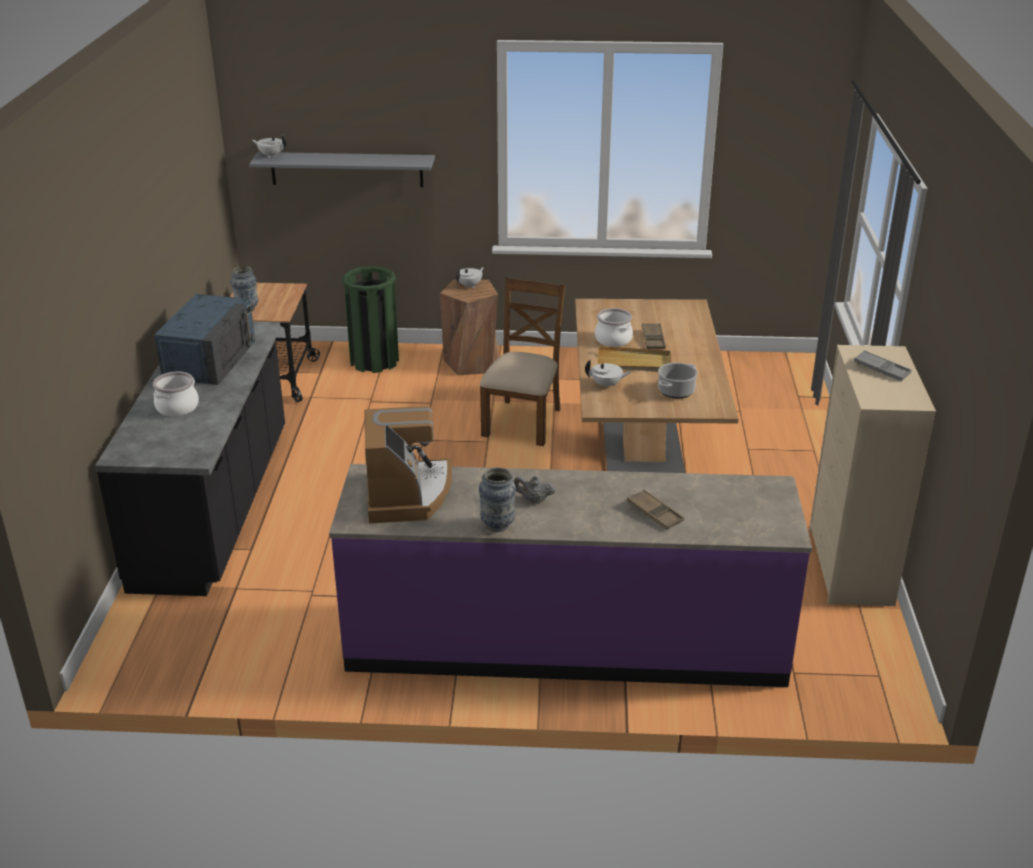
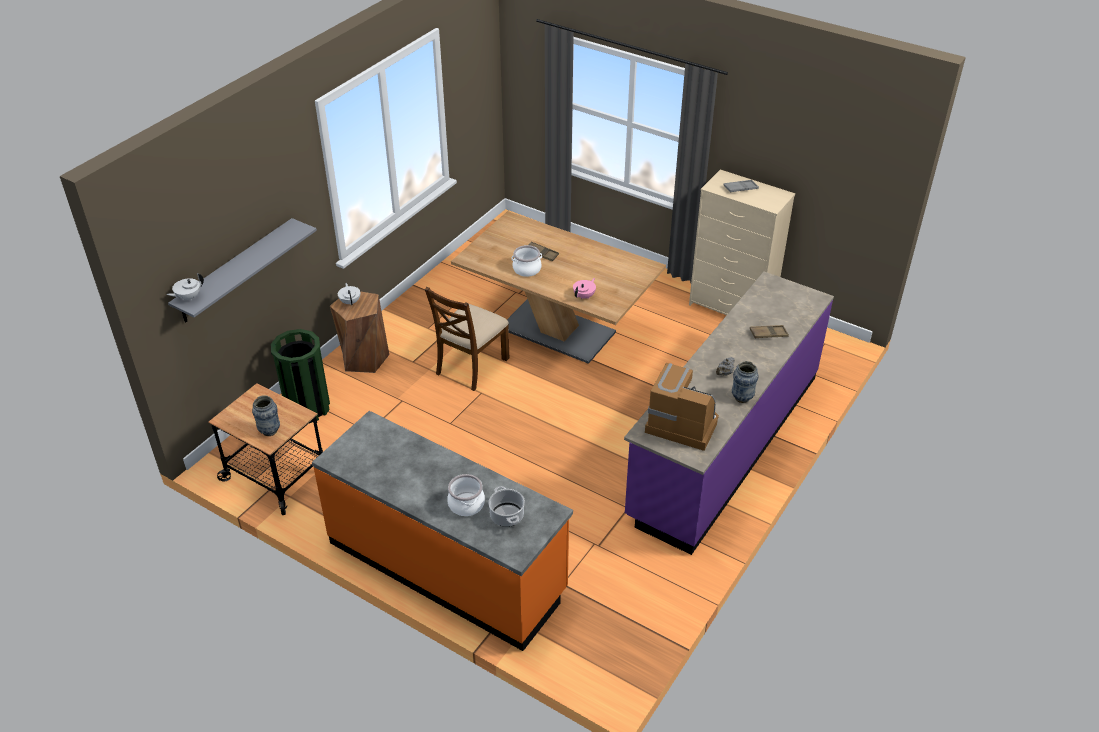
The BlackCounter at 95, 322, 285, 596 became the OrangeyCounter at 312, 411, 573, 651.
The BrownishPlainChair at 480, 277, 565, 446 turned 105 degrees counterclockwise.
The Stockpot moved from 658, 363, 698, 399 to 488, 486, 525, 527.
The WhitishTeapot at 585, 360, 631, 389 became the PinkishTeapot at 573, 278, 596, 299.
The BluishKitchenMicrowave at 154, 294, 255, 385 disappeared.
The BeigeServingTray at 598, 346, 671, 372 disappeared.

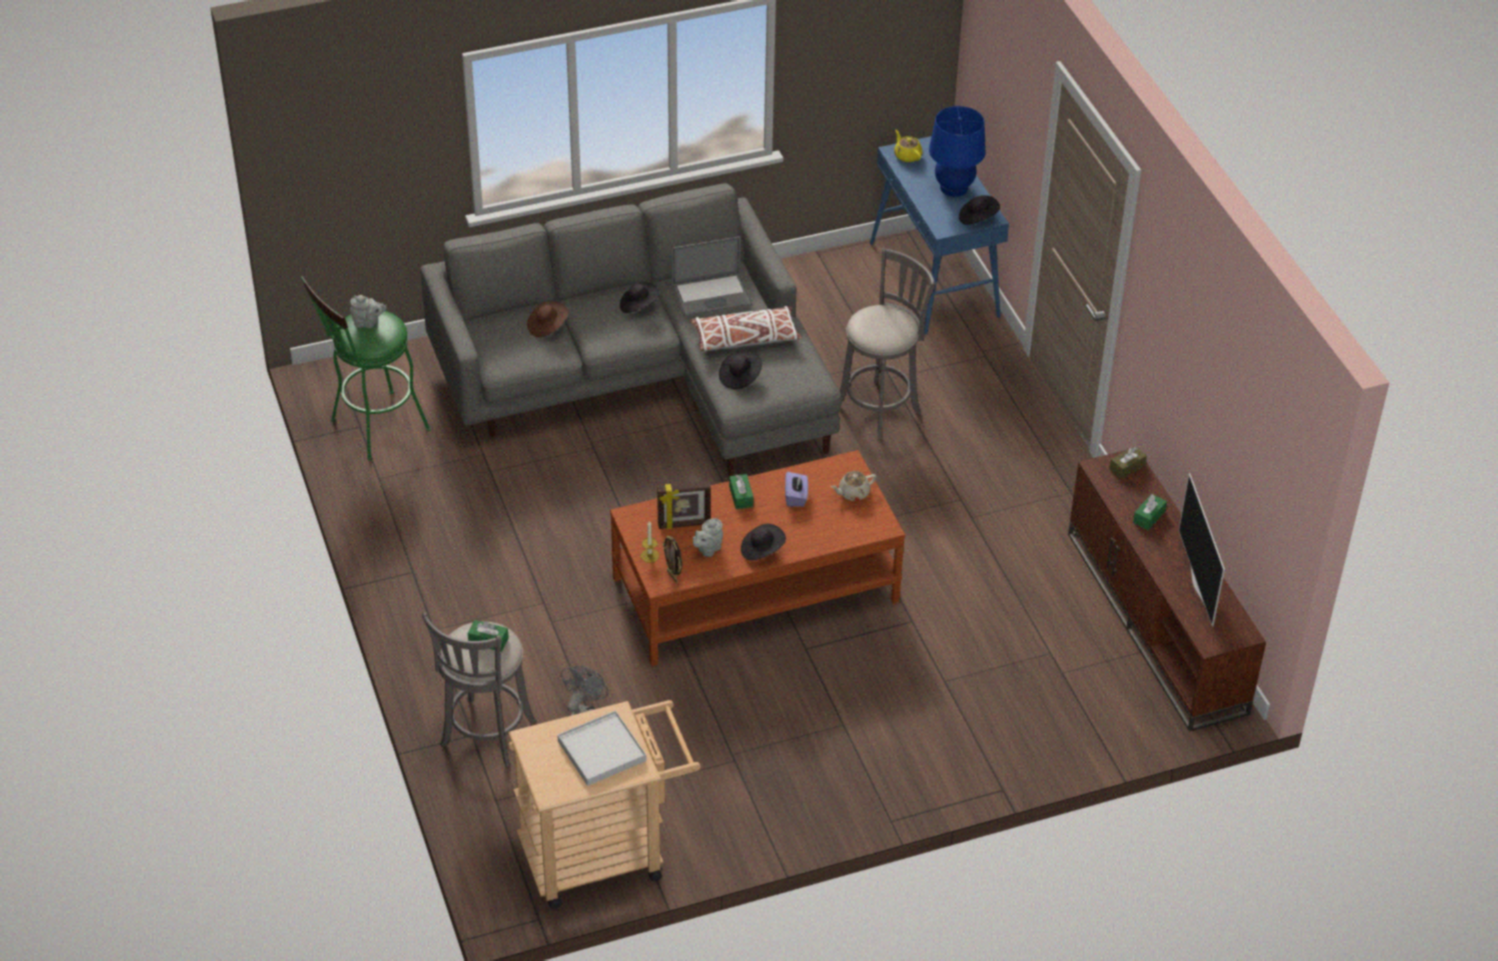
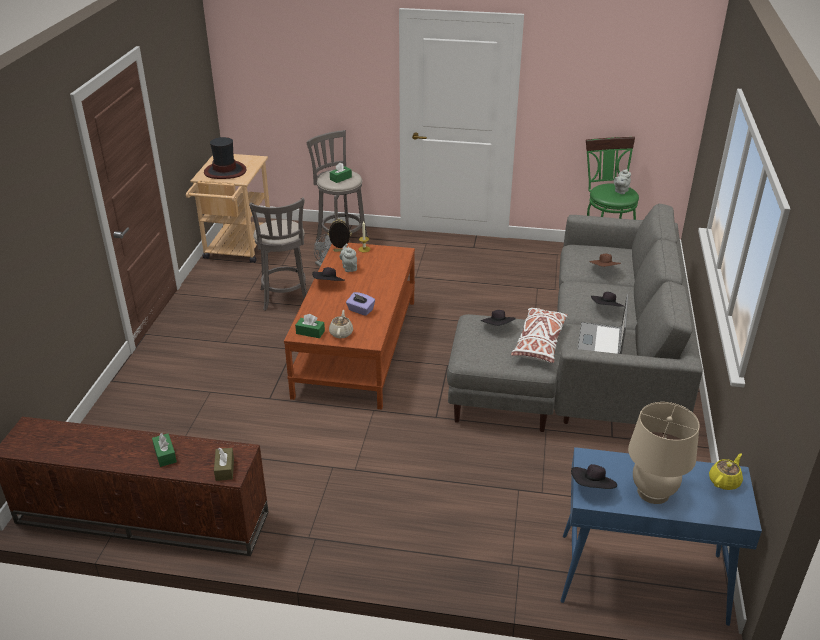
The WhitishServingTray at 557, 710, 646, 786 was replaced by the Hat at 204, 137, 247, 179.
The GreyishStoolSeat moved from 840, 248, 935, 440 to 249, 197, 307, 311.
The GreenColouredTissueHolder moved from 729, 474, 753, 509 to 295, 314, 325, 338.
The BluishLampForATable at 929, 106, 986, 197 became the BeigeLampForATable at 628, 402, 700, 504.
The YellowishTeapot at 894, 130, 922, 162 turned 45 degrees counterclockwise.
The PictureFrame at 657, 481, 711, 529 disappeared.
The TvSet at 1179, 473, 1225, 626 disappeared.

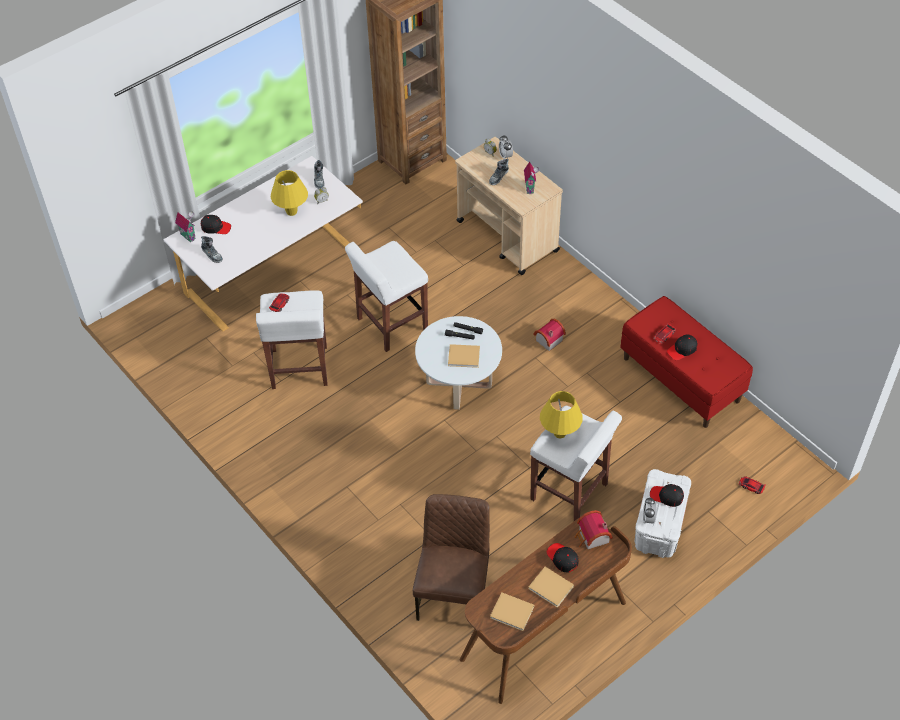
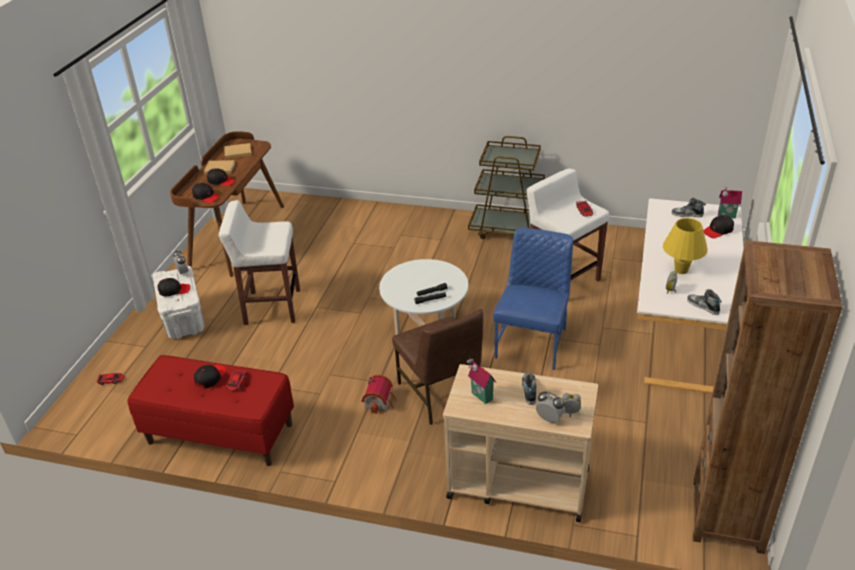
The MiniatureHouse at 575, 510, 613, 549 was replaced by the BlackPeakedCap at 192, 183, 220, 203.
The BrownishPlainChair moved from 413, 494, 490, 621 to 392, 309, 483, 425.
The BrownishTrolley at 468, 136, 545, 239 appeared.
The WhitishStoolSeat at 345, 241, 428, 352 was replaced by the BluishPlainChair at 493, 228, 573, 370.
The BeigeBook at 448, 344, 480, 368 disappeared.
The YellowishLampForATable at 540, 391, 583, 438 disappeared.

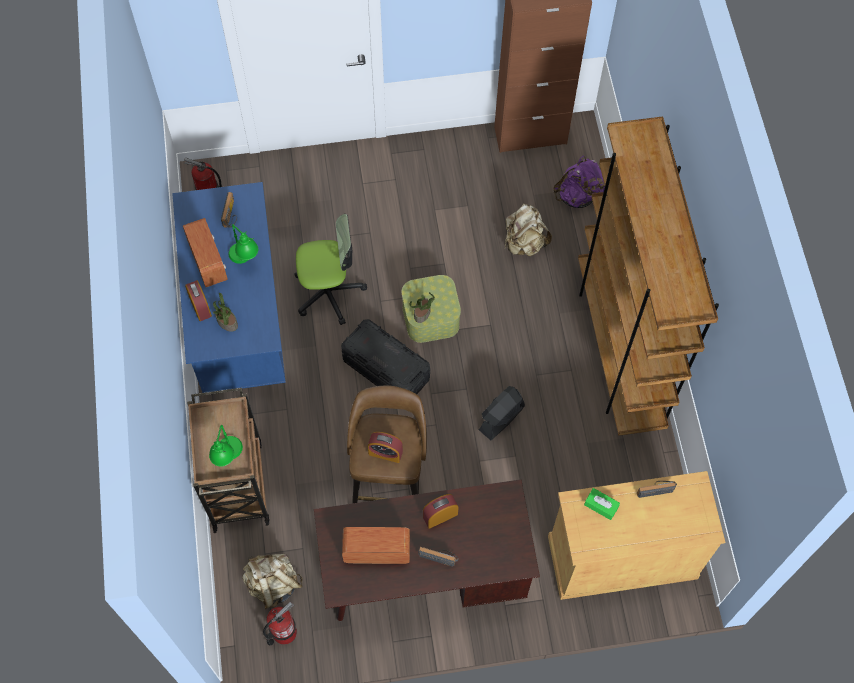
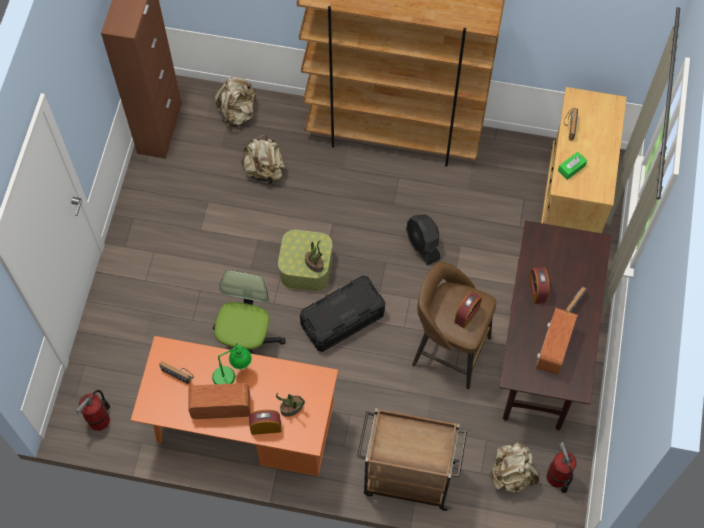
The BluishDesk at 172, 182, 286, 393 became the OrangeyDesk at 131, 336, 338, 476.
The PurplishKnapsack at 553, 156, 605, 208 became the BeigeKnapsack at 214, 77, 257, 130.
The GreenColouredLampForATable at 209, 425, 243, 467 disappeared.

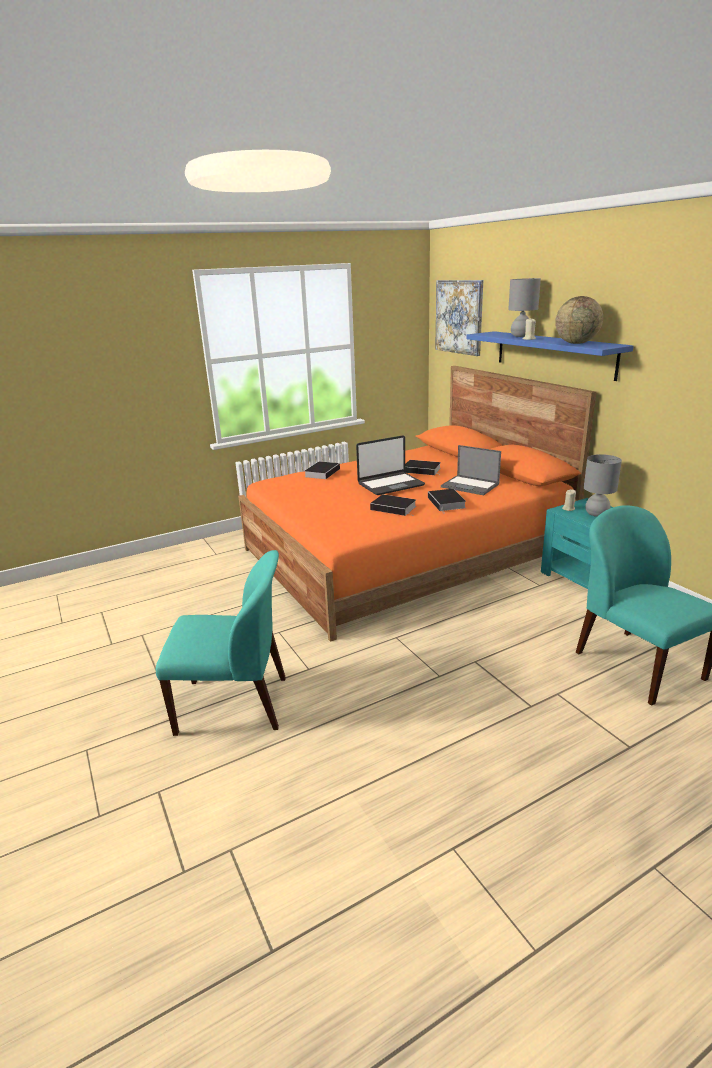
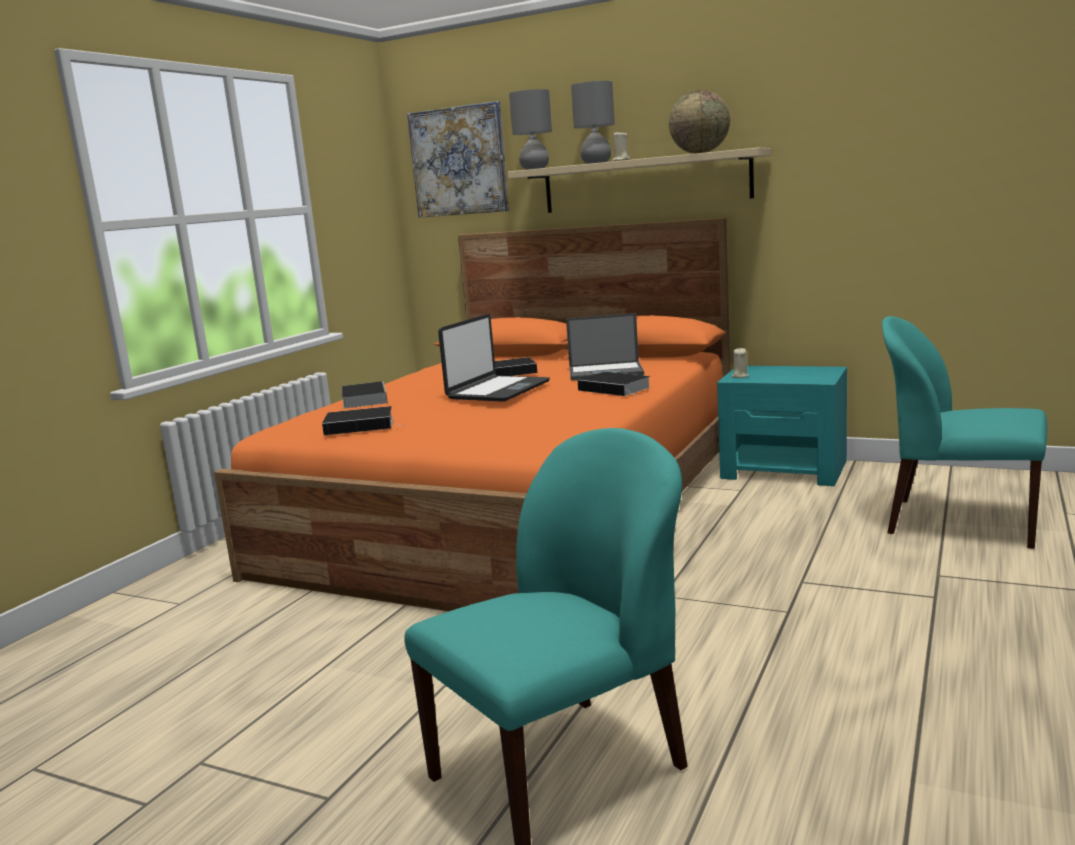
The Book moved from 370, 494, 416, 516 to 322, 406, 404, 435.
The BluishBracketShelf at 466, 331, 633, 381 became the BeigeBracketShelf at 508, 148, 771, 213.
The GreyishLampForATable moved from 584, 454, 622, 517 to 509, 89, 552, 170.

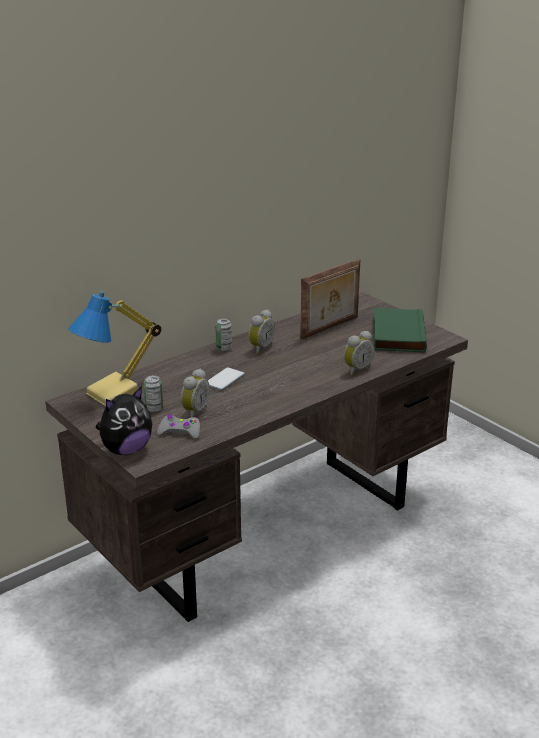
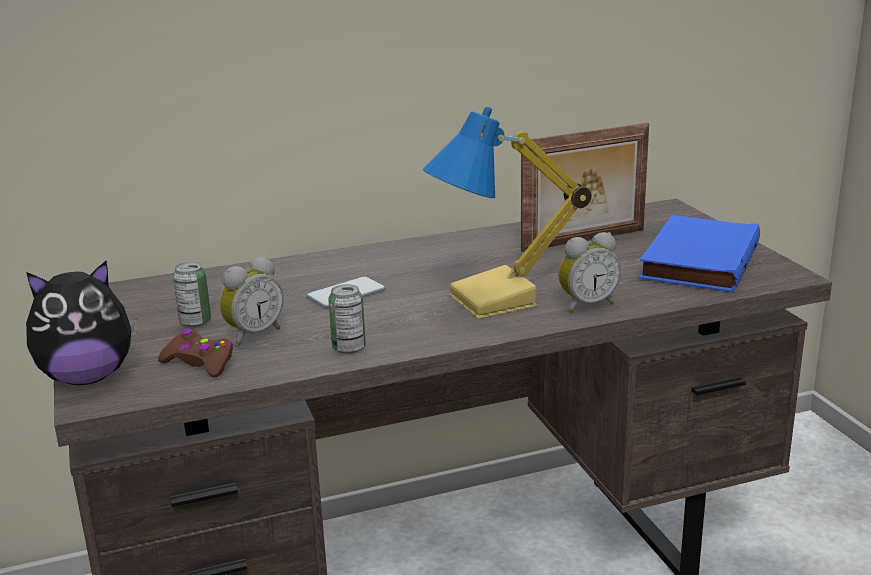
The GreyishGameController at 157, 415, 200, 439 became the BrownishGameController at 158, 329, 234, 377.
The SealedCan moved from 215, 318, 232, 351 to 328, 284, 366, 354.
The LampForATable moved from 68, 292, 161, 406 to 423, 106, 592, 319.
The GreenColouredBook at 374, 308, 427, 353 became the BluishBook at 639, 215, 760, 293.
The TableClock at 248, 310, 275, 354 disappeared.

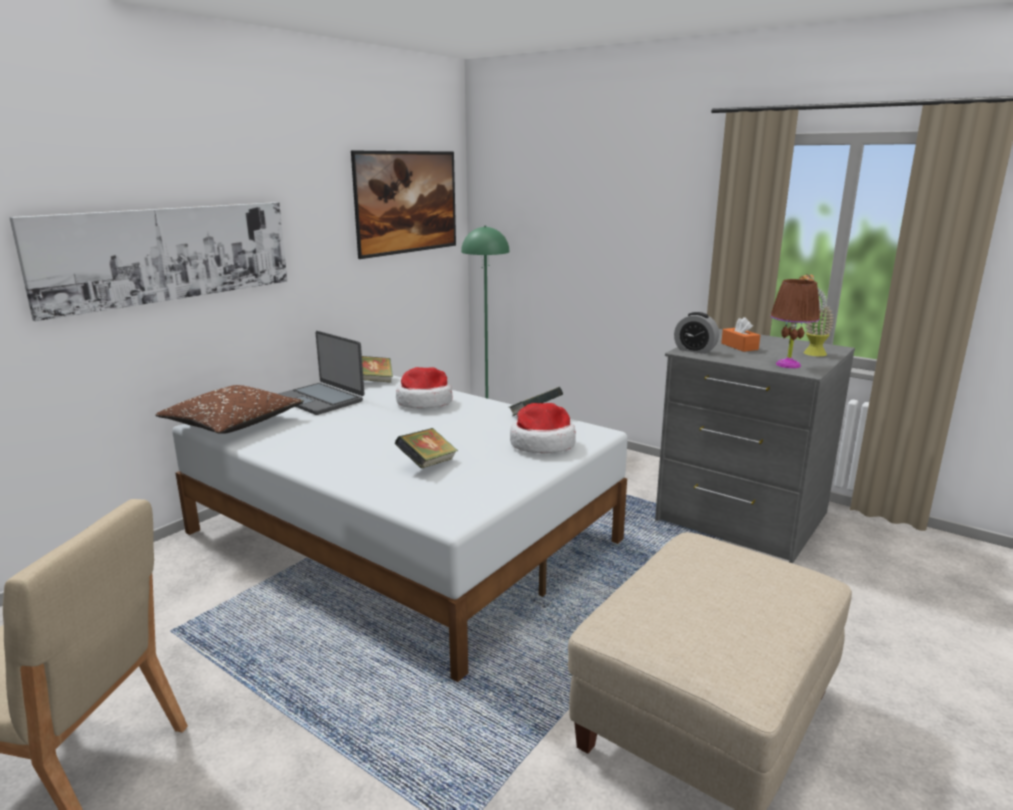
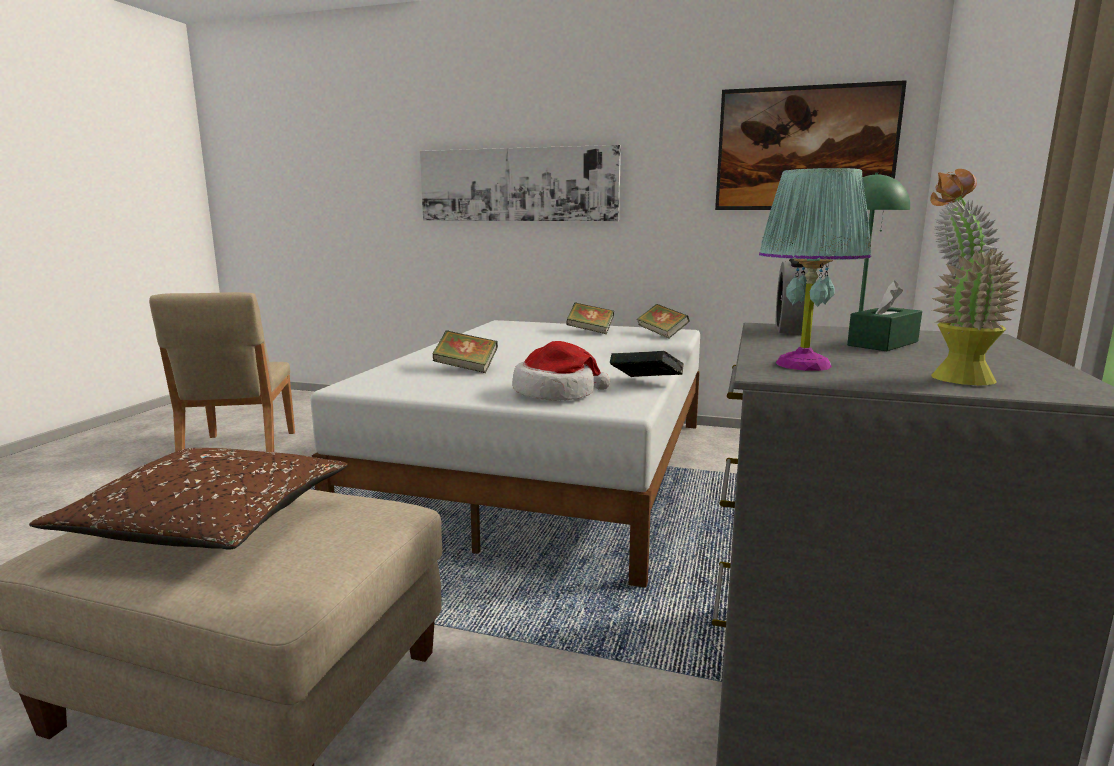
The BrownishThrowPillow moved from 155, 385, 304, 434 to 29, 448, 348, 550.
The Laptop at 278, 331, 364, 415 was replaced by the Book at 566, 302, 614, 334.
The BrownishLampForATable at 770, 279, 820, 368 became the TurquoiseLampForATable at 759, 168, 871, 371.
The OrangeyTissueHolder at 721, 317, 760, 352 became the GreenColouredTissueHolder at 847, 281, 922, 351.
The Hat at 396, 367, 452, 409 disappeared.

